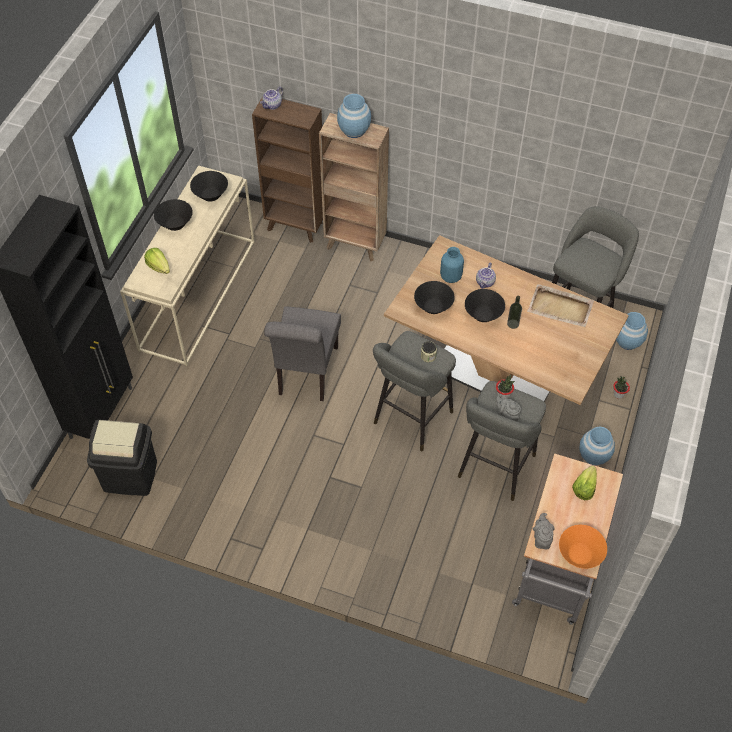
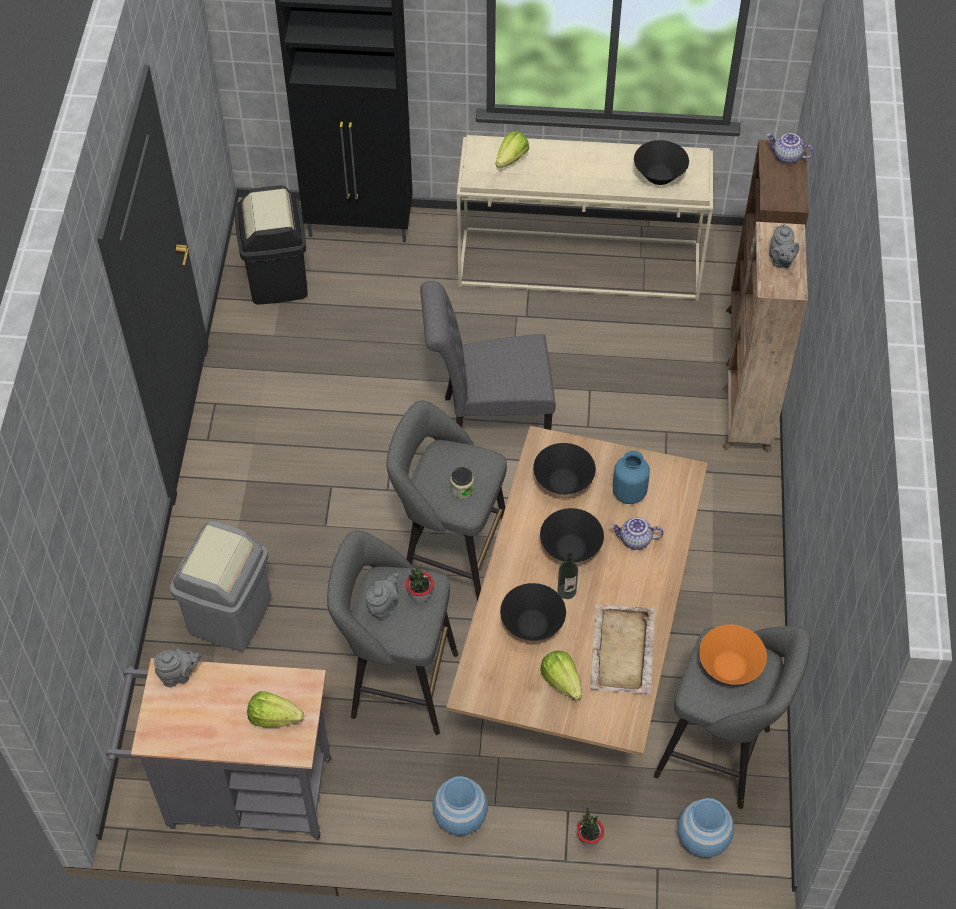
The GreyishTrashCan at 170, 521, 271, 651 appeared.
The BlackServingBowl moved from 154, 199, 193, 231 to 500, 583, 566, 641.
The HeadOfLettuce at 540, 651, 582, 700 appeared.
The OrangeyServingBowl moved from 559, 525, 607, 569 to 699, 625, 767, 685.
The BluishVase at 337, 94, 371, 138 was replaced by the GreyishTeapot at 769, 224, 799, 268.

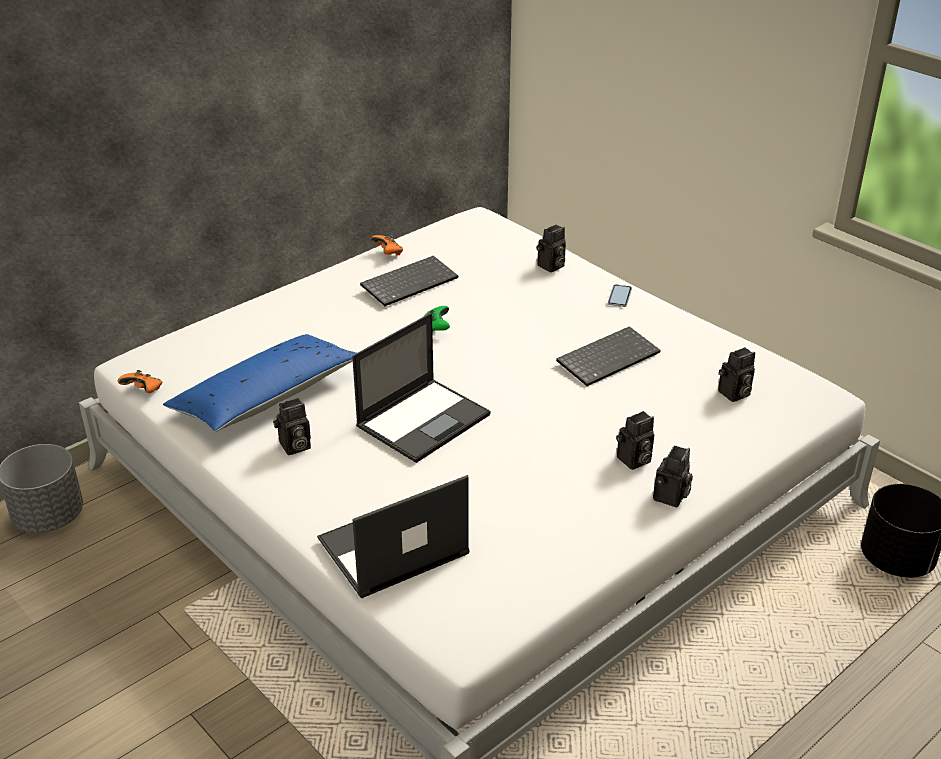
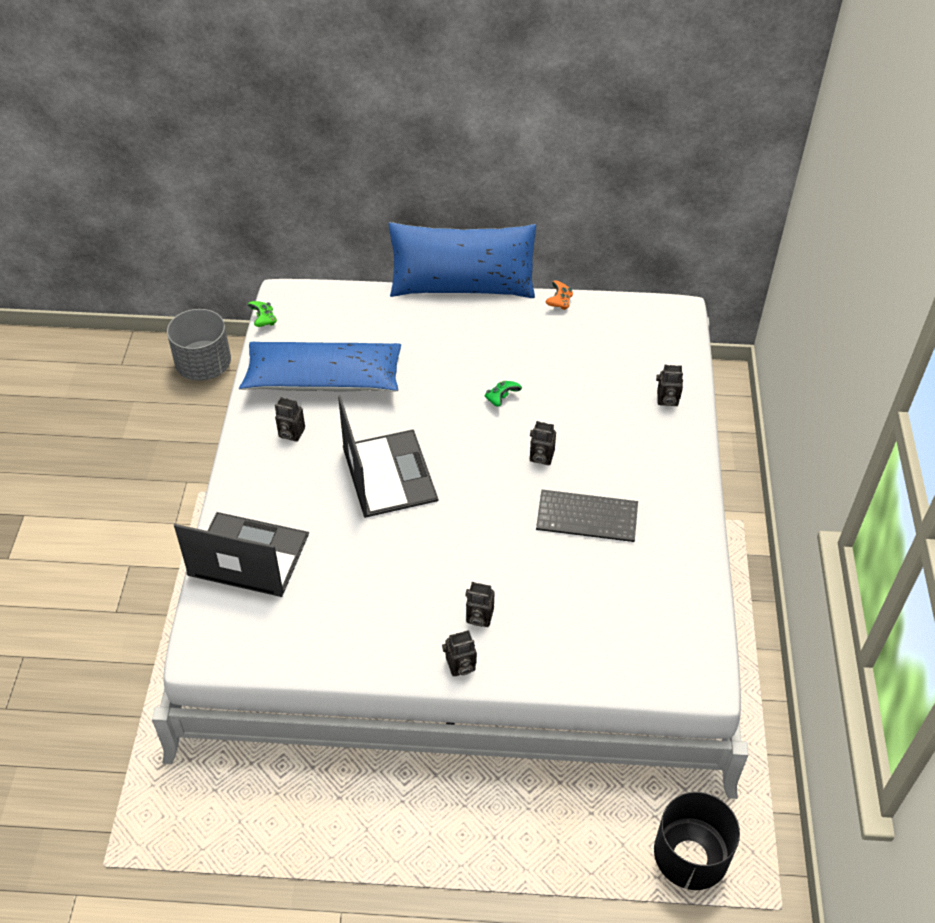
The OrangeyGameController at 118, 370, 162, 393 became the GreenColouredGameController at 248, 301, 277, 327.
The Laptop at 352, 313, 491, 463 turned 105 degrees counterclockwise.
The BluishThrowPillow at 389, 222, 536, 298 appeared.
The PhotoCamera moved from 718, 347, 755, 402 to 530, 421, 556, 465.
The ComputerKeyboard at 360, 256, 458, 306 disappeared.
The Handset at 608, 284, 632, 307 disappeared.

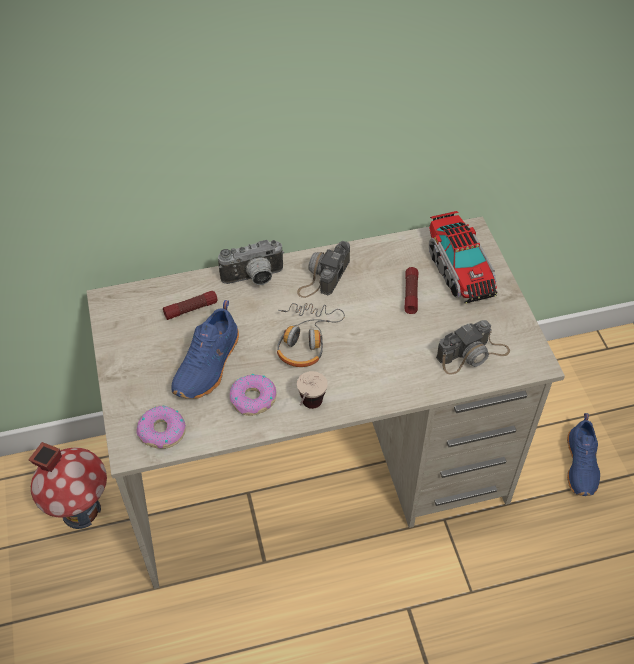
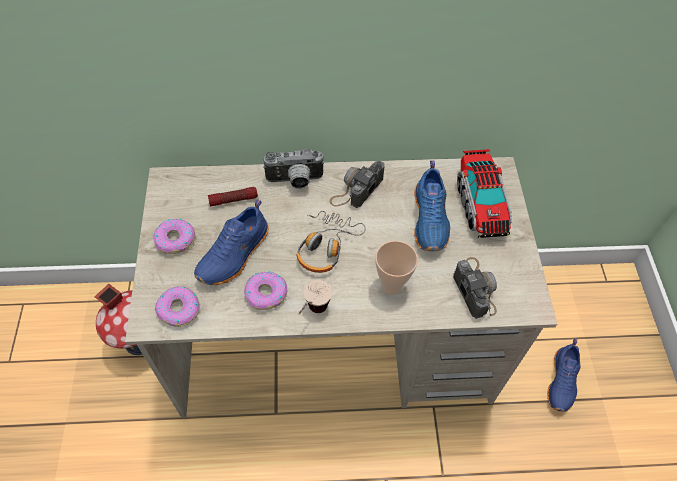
The Donut at 153, 219, 195, 254 appeared.
The Cup at 375, 241, 418, 295 appeared.
The Flashlight at 405, 267, 418, 314 was replaced by the BluishLowShoe at 414, 160, 450, 251.
The PhotoCamera at 436, 320, 510, 375 turned 90 degrees counterclockwise.

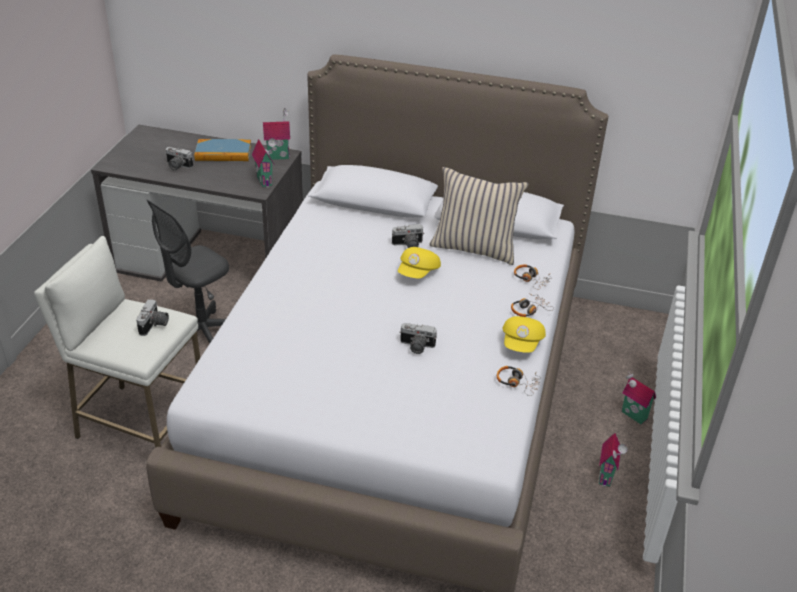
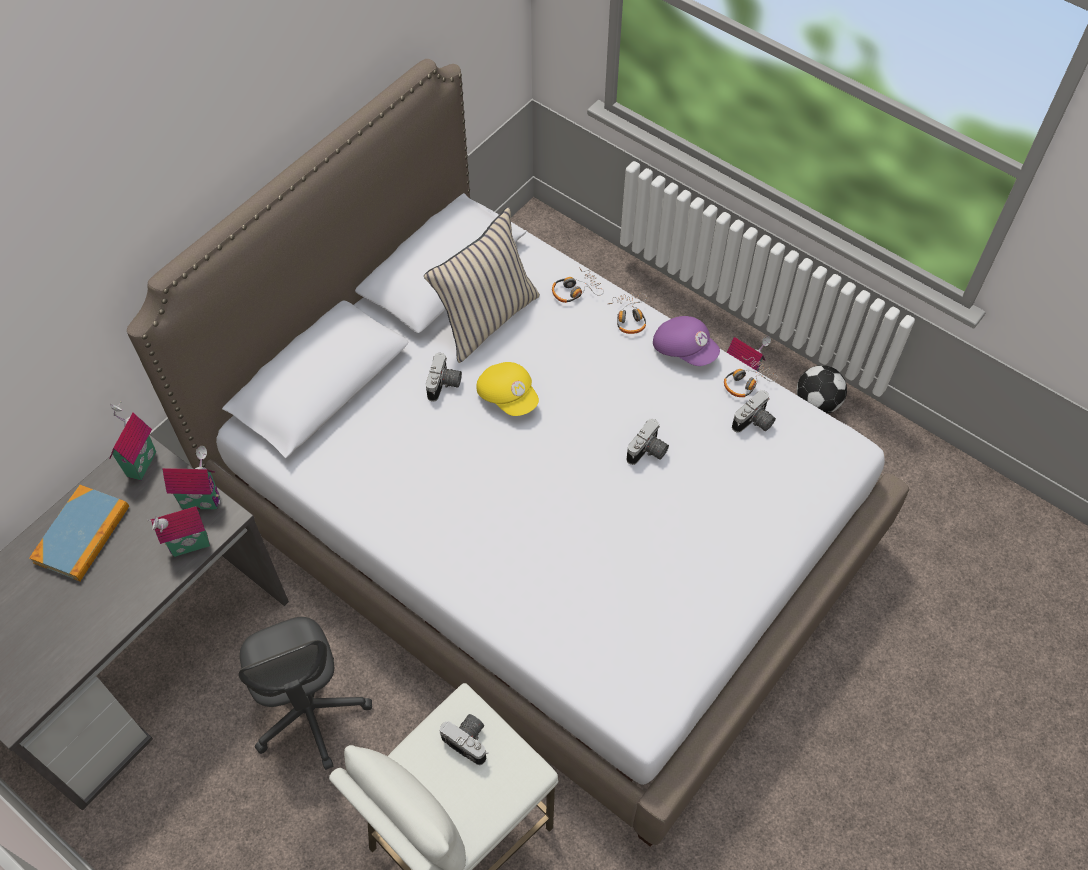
The MiniatureHouse moved from 622, 371, 656, 424 to 147, 506, 210, 557.
The YellowishPeakedCap at 503, 316, 546, 353 became the PurplishPeakedCap at 653, 316, 720, 366.
The PhotoCamera moved from 166, 147, 193, 170 to 732, 390, 776, 433.
The BallForFootball at 797, 365, 847, 414 appeared.

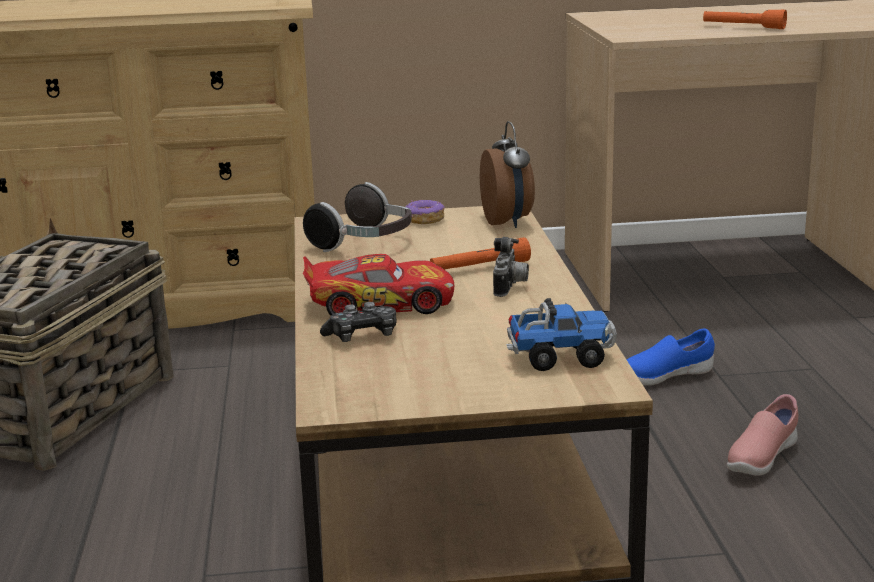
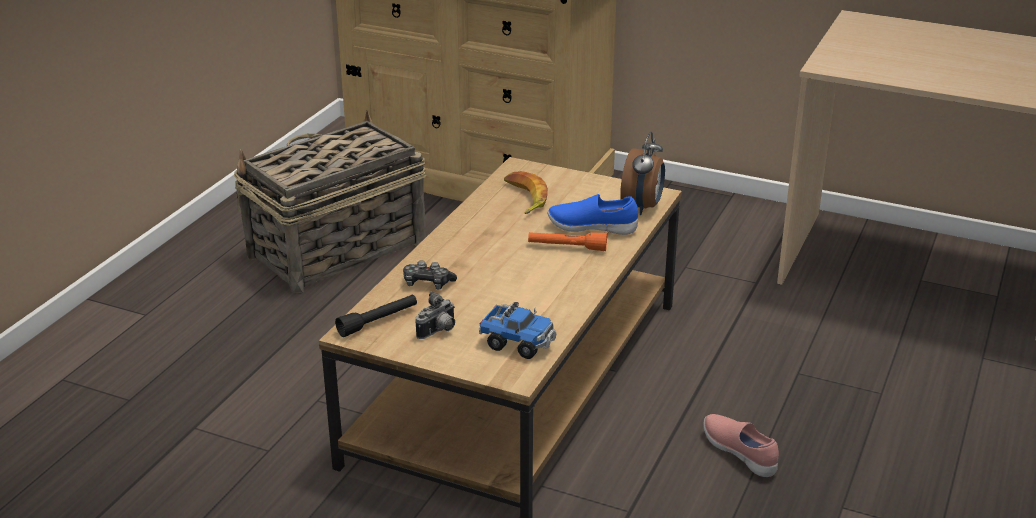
The BlackFlashlight at 335, 295, 417, 337 appeared.
The PhotoCamera moved from 493, 237, 529, 297 to 415, 291, 455, 339.
The Headset at 303, 182, 412, 252 was replaced by the WholeBanana at 504, 171, 548, 214.
The BluishLowShoe moved from 627, 328, 715, 385 to 547, 194, 638, 235.
The PinkishLowShoe at 727, 394, 798, 476 turned 75 degrees clockwise.
The ModelCar at 303, 254, 454, 315 disappeared.
The Donut at 405, 200, 445, 224 disappeared.
The OrangeyFlashlight at 703, 10, 787, 29 disappeared.

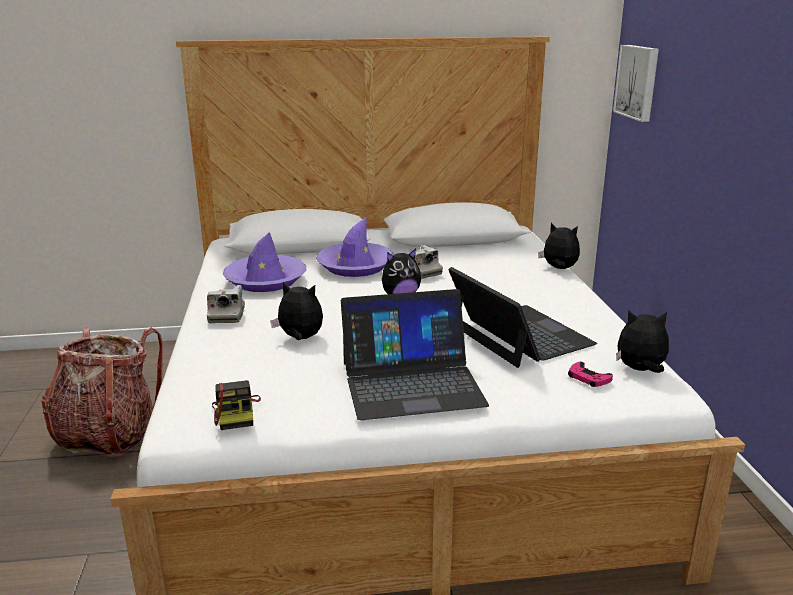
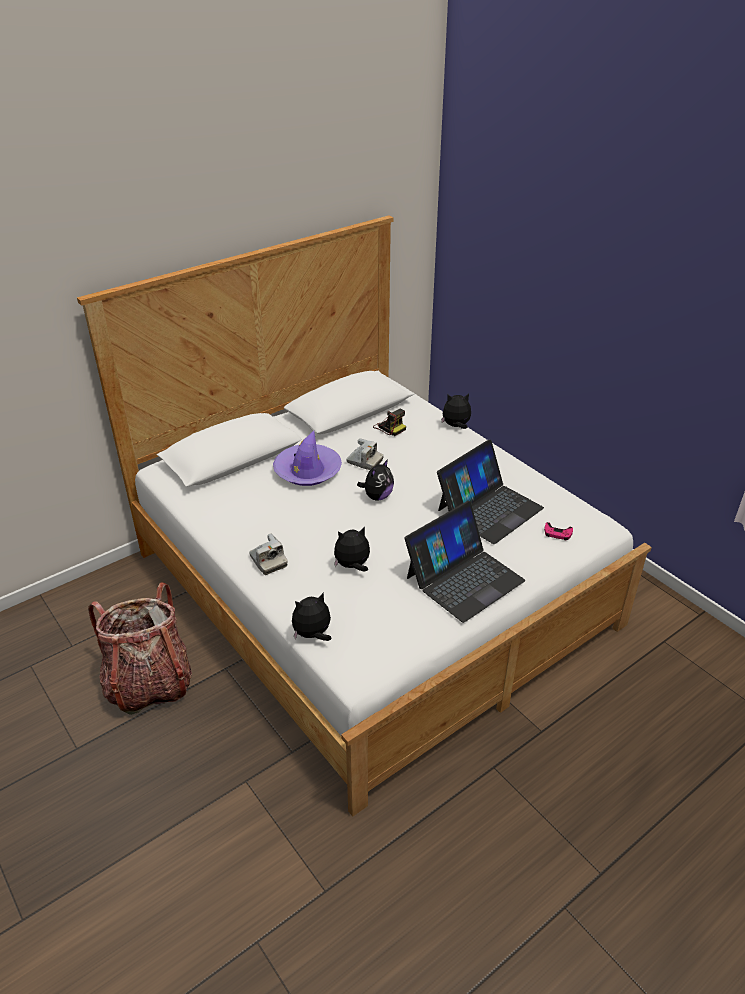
The PlushToy moved from 616, 311, 669, 373 to 292, 593, 332, 641.
The PhotoCamera moved from 212, 380, 261, 430 to 373, 409, 406, 436.
The Laptop at 448, 267, 597, 368 turned 105 degrees clockwise.
The PurplishHat at 223, 232, 306, 292 disappeared.
The WallArt at 613, 45, 659, 122 disappeared.

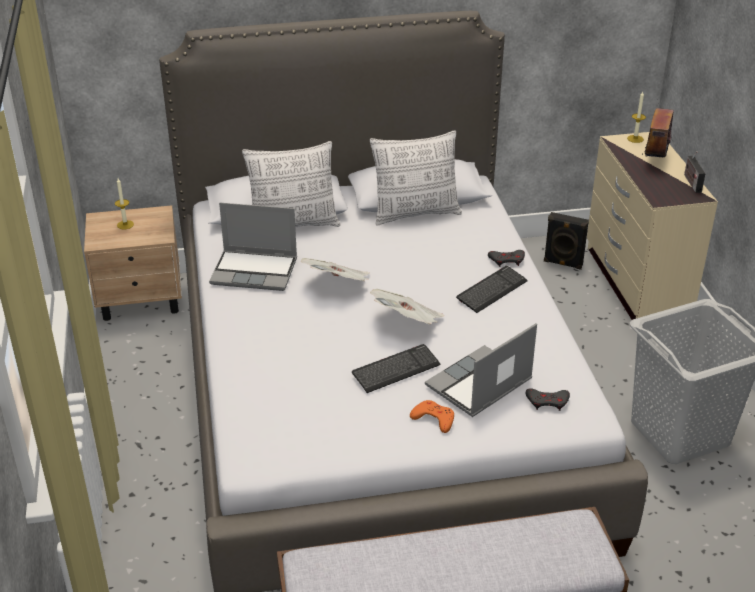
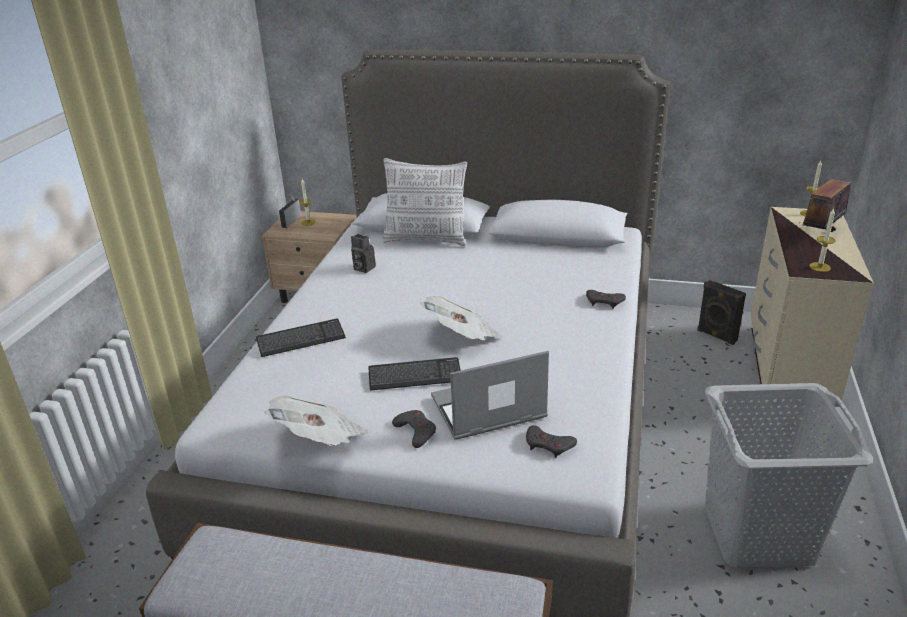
The ComputerKeyboard moved from 456, 266, 528, 313 to 256, 319, 346, 357.
The DailyPaper moved from 301, 258, 370, 281 to 264, 396, 368, 446.
The RadioReceiver moved from 684, 152, 705, 193 to 279, 194, 301, 228.
The Laptop at 209, 203, 297, 291 was replaced by the PhotoCamera at 351, 234, 376, 273.
The OrangeyGameController at 410, 400, 454, 433 became the GreyishGameController at 392, 410, 436, 448.
The Candle at 809, 208, 836, 272 appeared.
The ThrowPillow at 370, 130, 462, 226 disappeared.

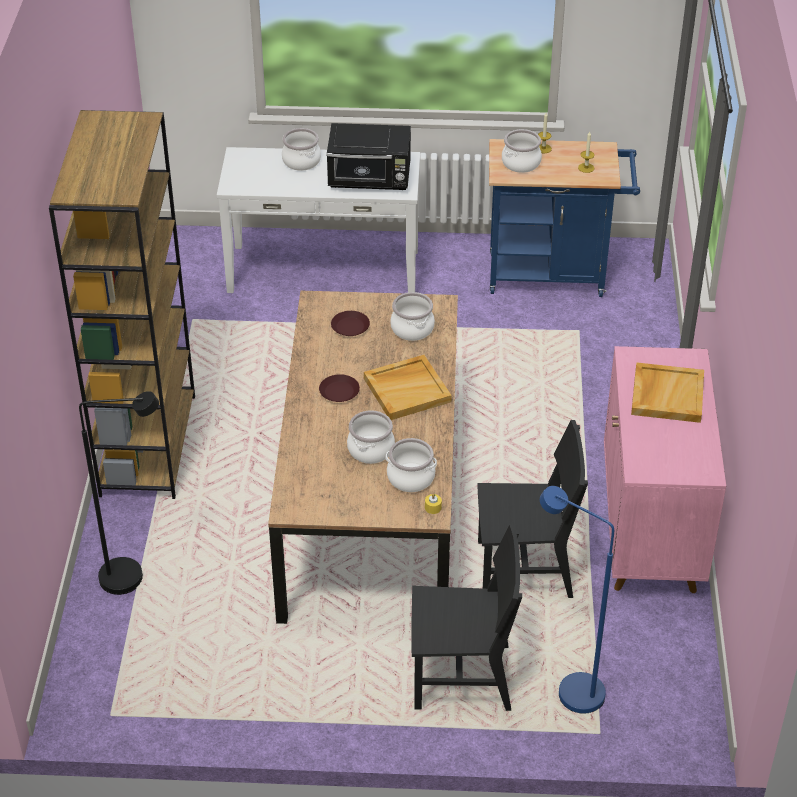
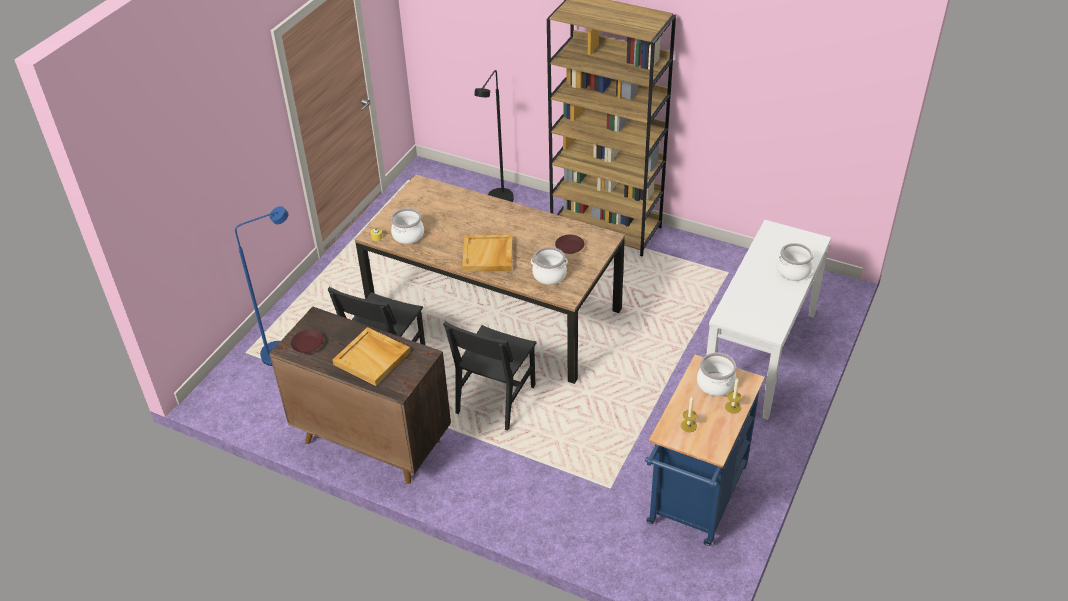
The PinkishCabinet at 604, 346, 726, 593 became the BrownishCabinet at 269, 307, 451, 484.
The BrownishFlatDish moved from 319, 374, 360, 402 to 291, 330, 324, 353.
The BlackPlainChair moved from 412, 525, 522, 711 to 443, 321, 536, 431.
The BlackKitchenMicrowave at 327, 123, 411, 190 disappeared.
The Stockpot at 347, 410, 395, 464 disappeared.

